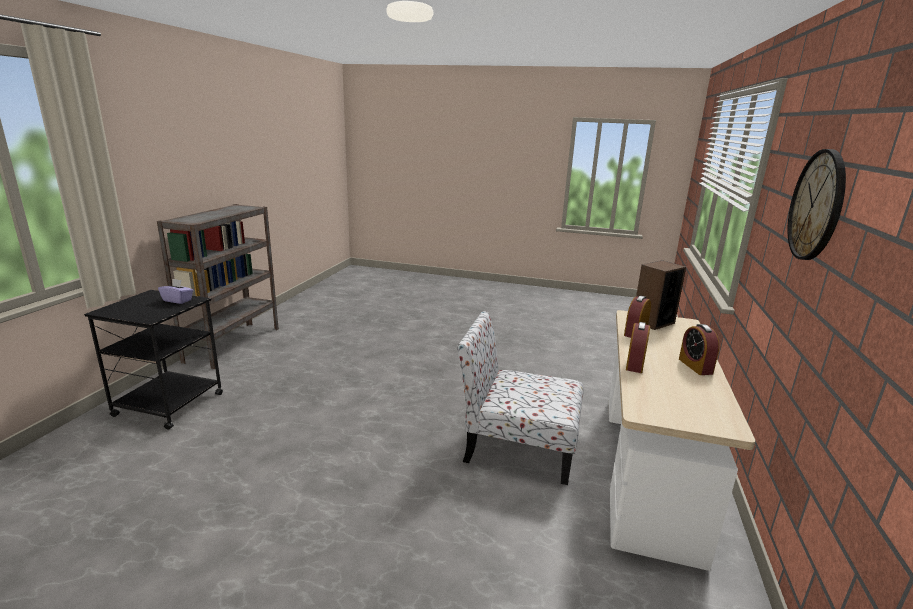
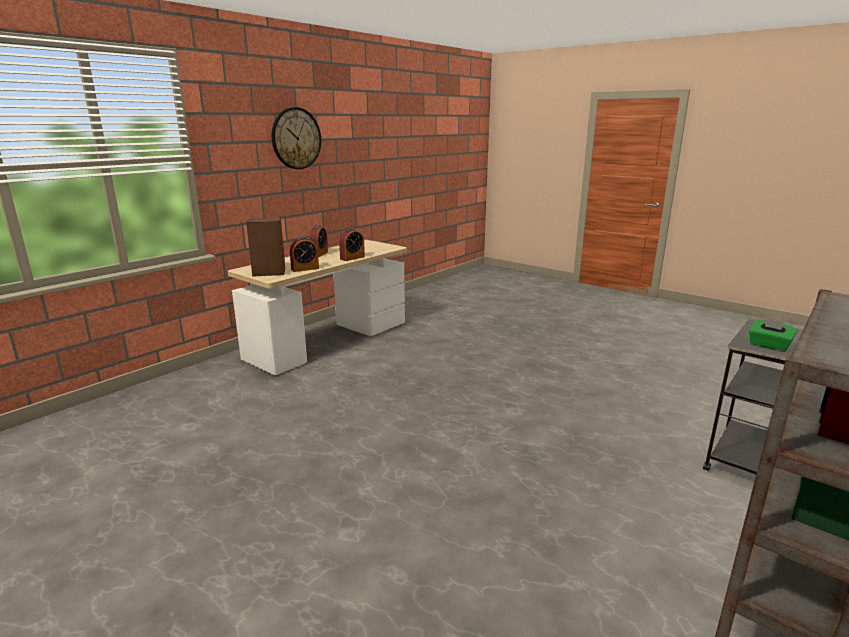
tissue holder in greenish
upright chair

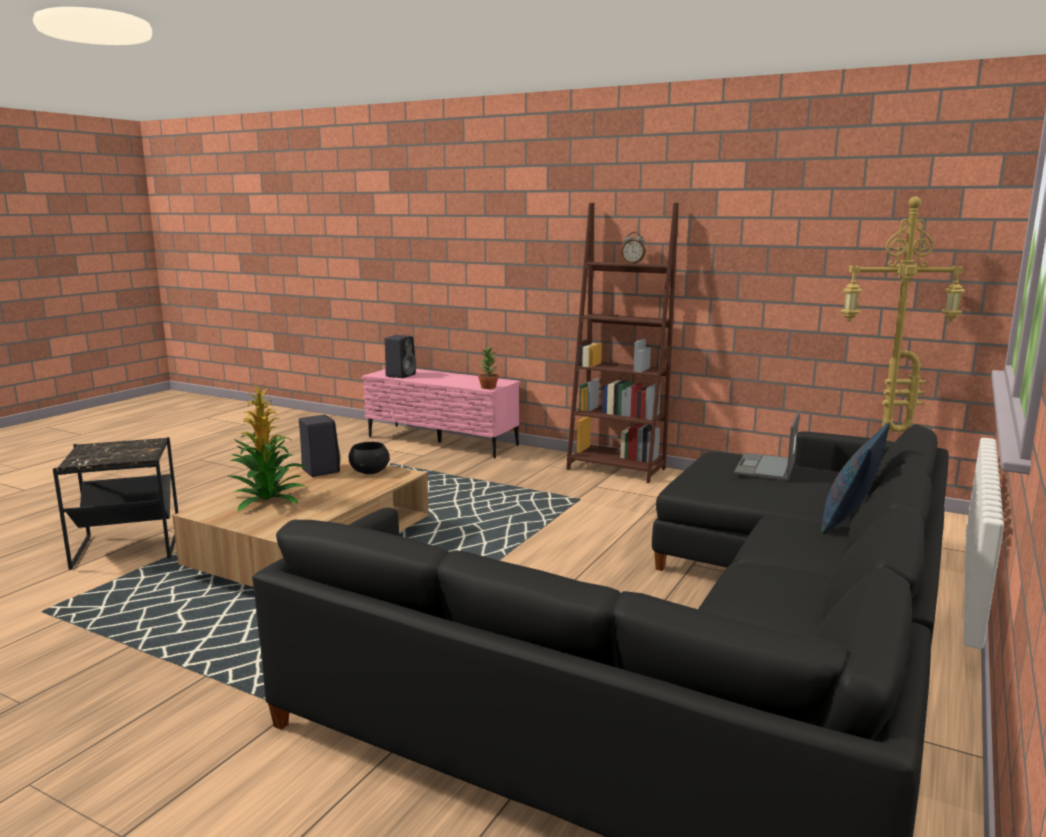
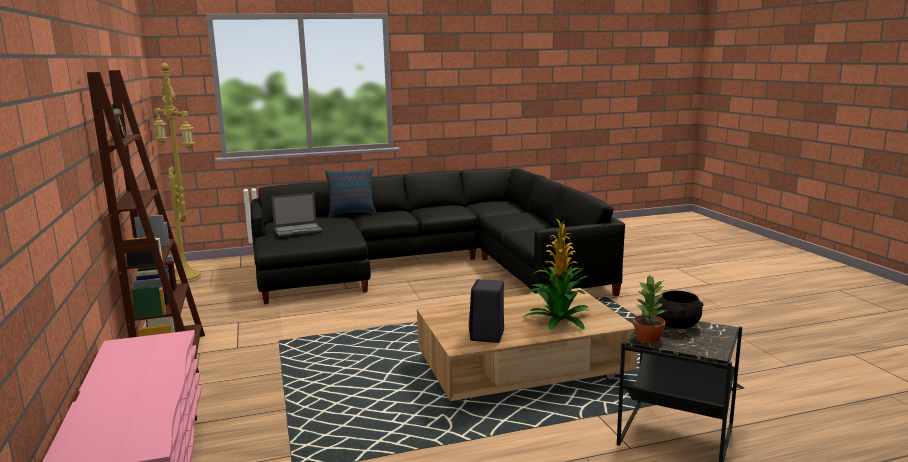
houseplant (2nd from left)
serving bowl in black
loudspeaker in black (2nd from left in the first image)

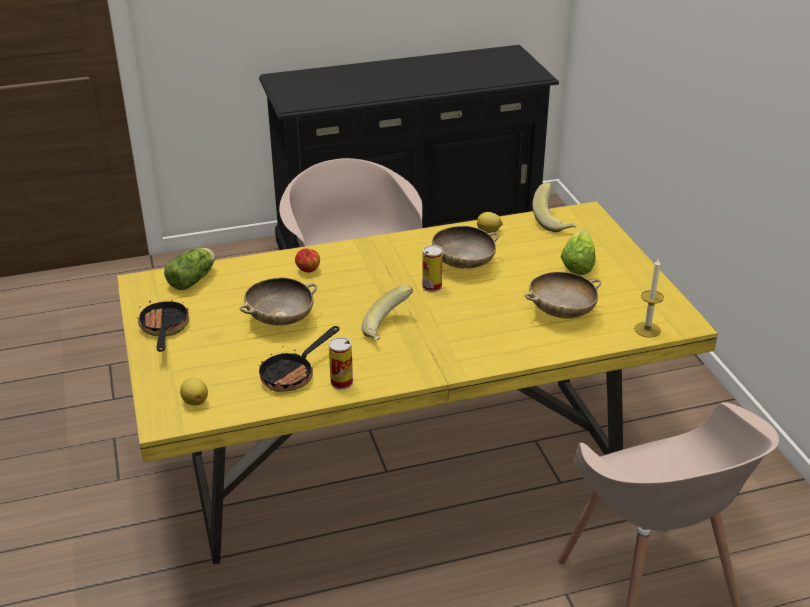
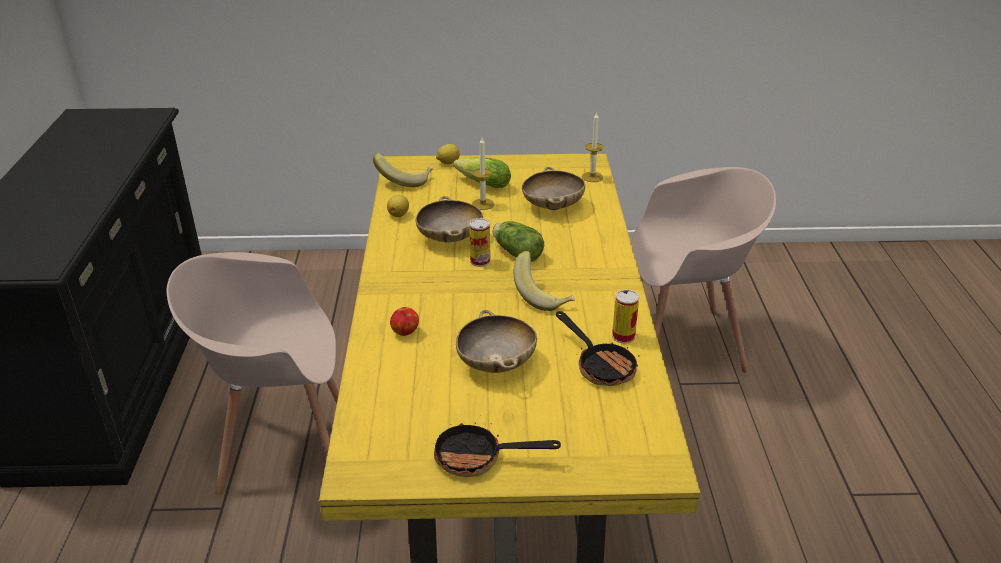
citrus fruit (2nd from left)
wax light (1st from left)
lettuce head (2nd from left)

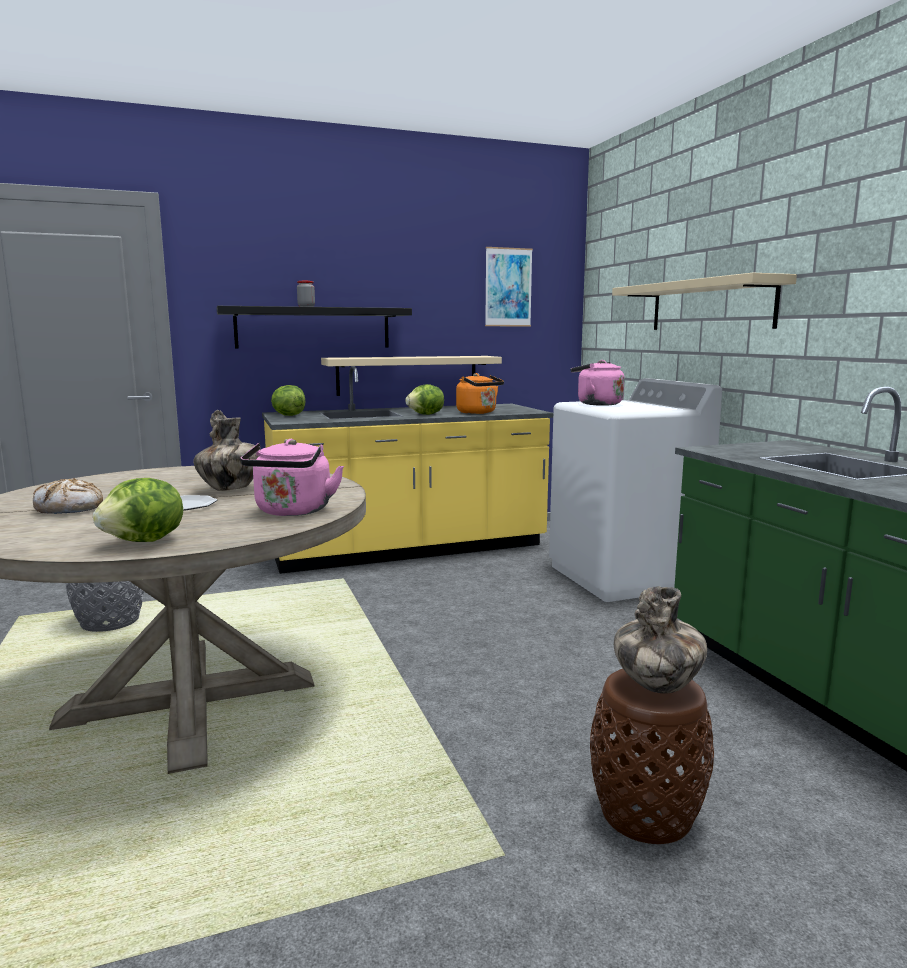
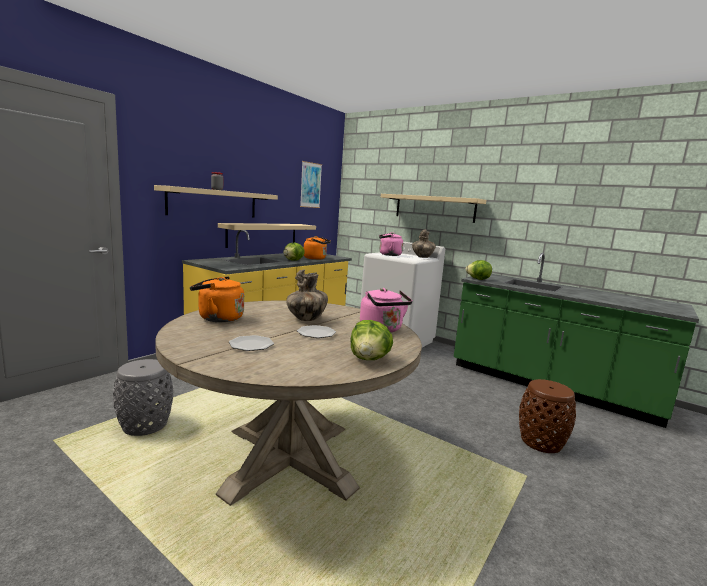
shelf in sand-coloured (1st from left)
water kettle in orange (1st from left)
dinner plate (1st from left)
decorative vase (2nd from left)
lettuce head (3rd from left)

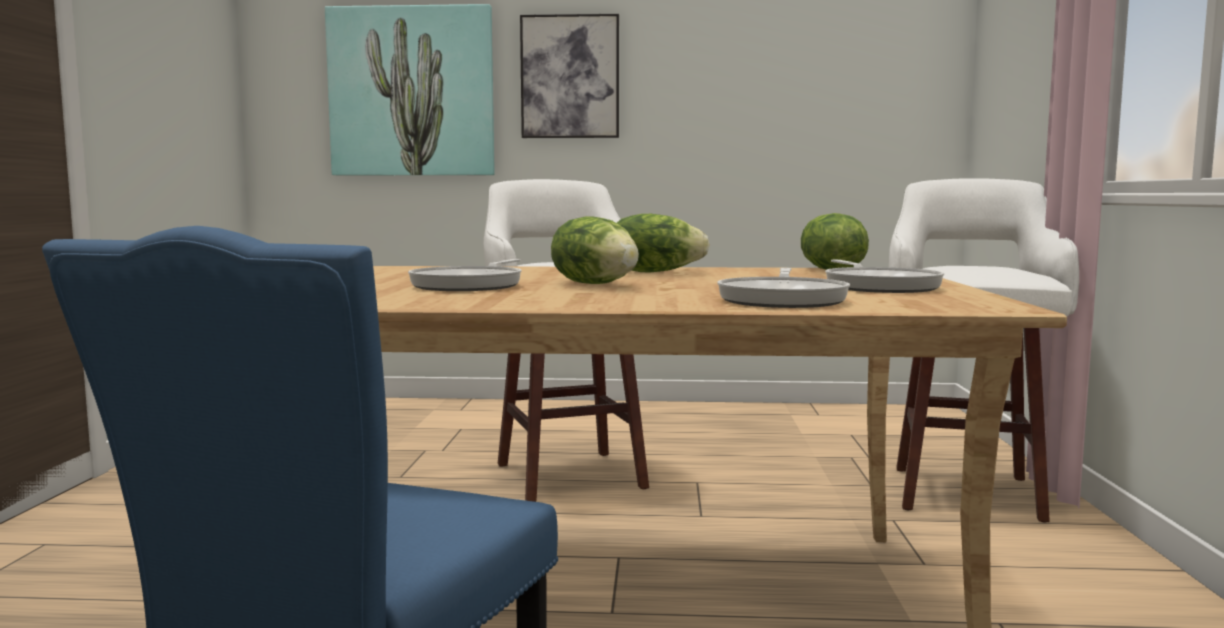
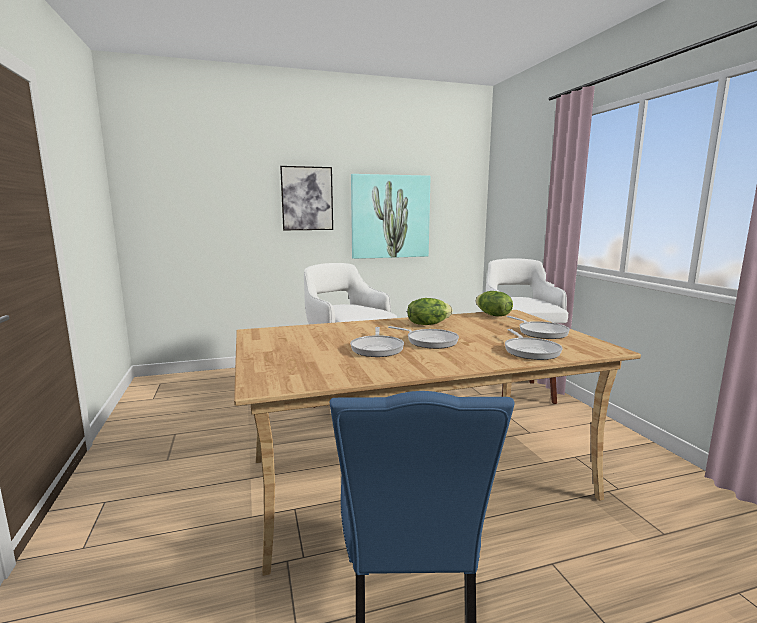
wall art (2nd from left)
frying pan (2nd from left)

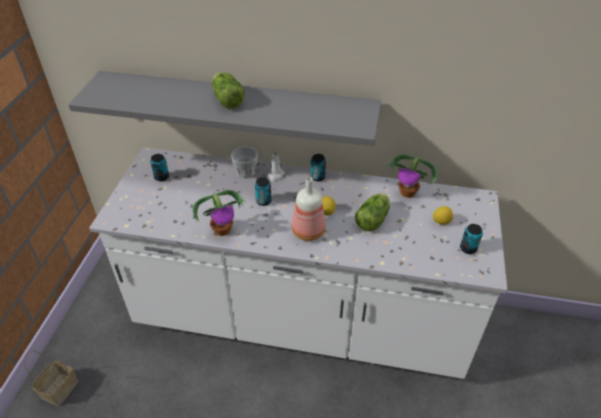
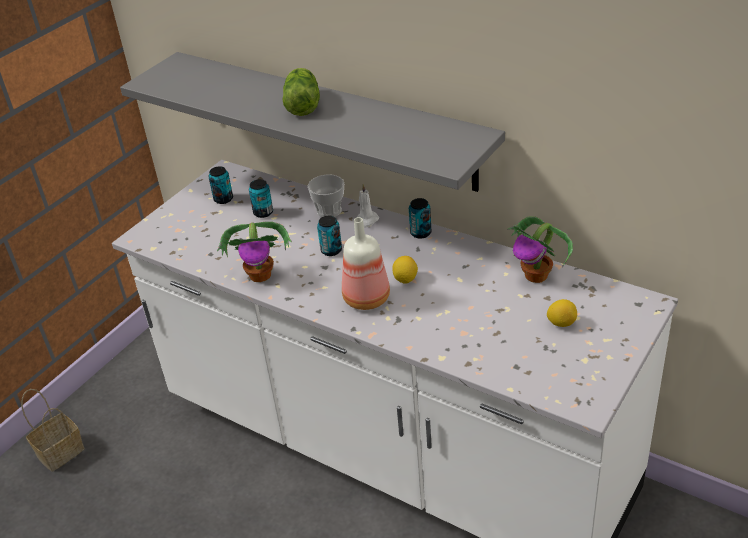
sealed can (2nd from left)
lettuce head (2nd from left in the first image)

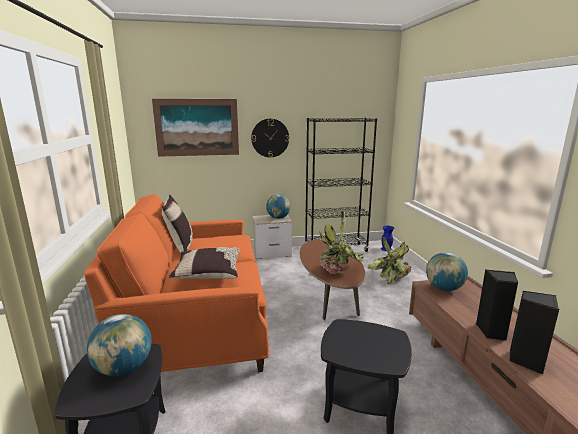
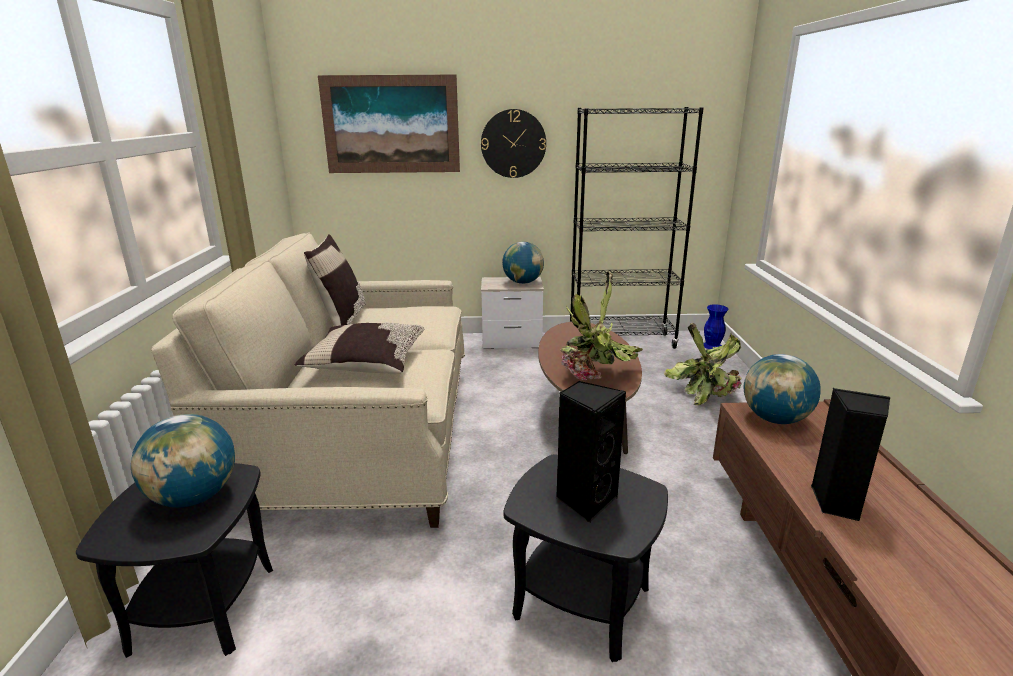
settee in sand-coloured
loudspeaker in black (1st from left)

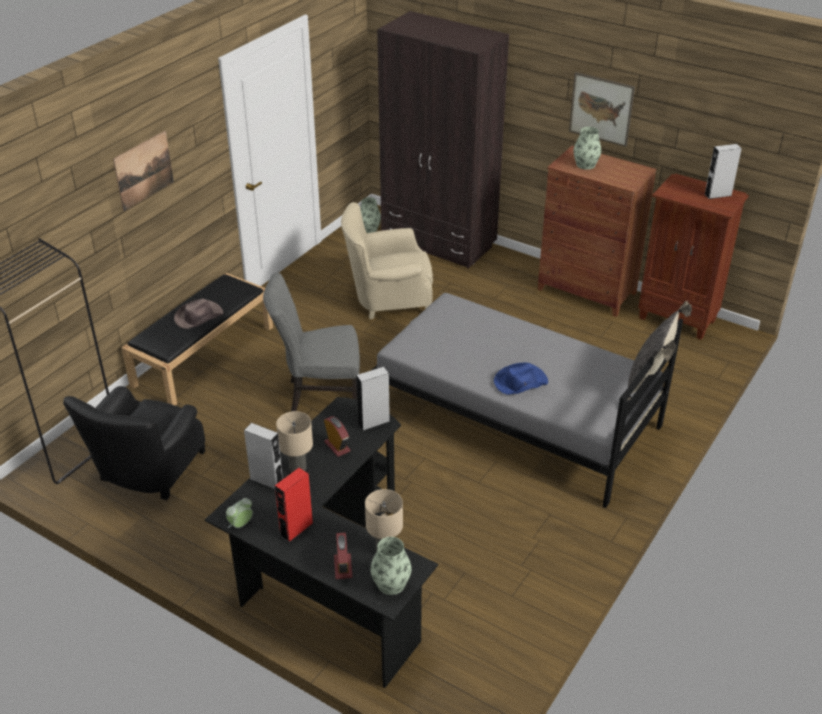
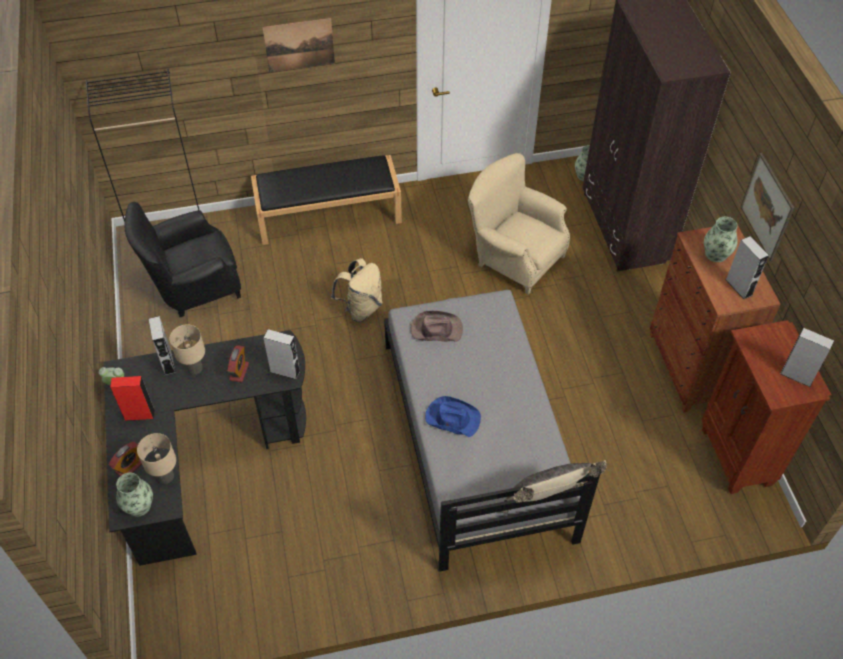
backpack in sand-coloured
wearable hat in brown
loudspeaker in gray (3rd from left)

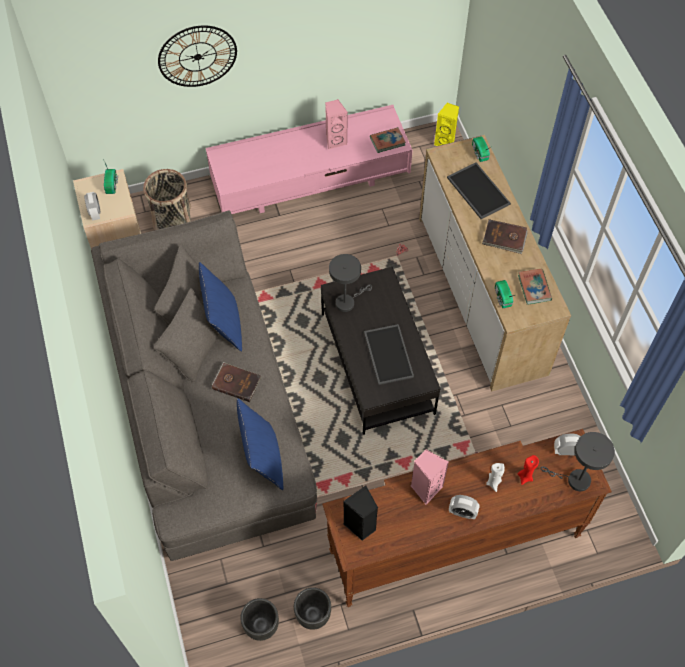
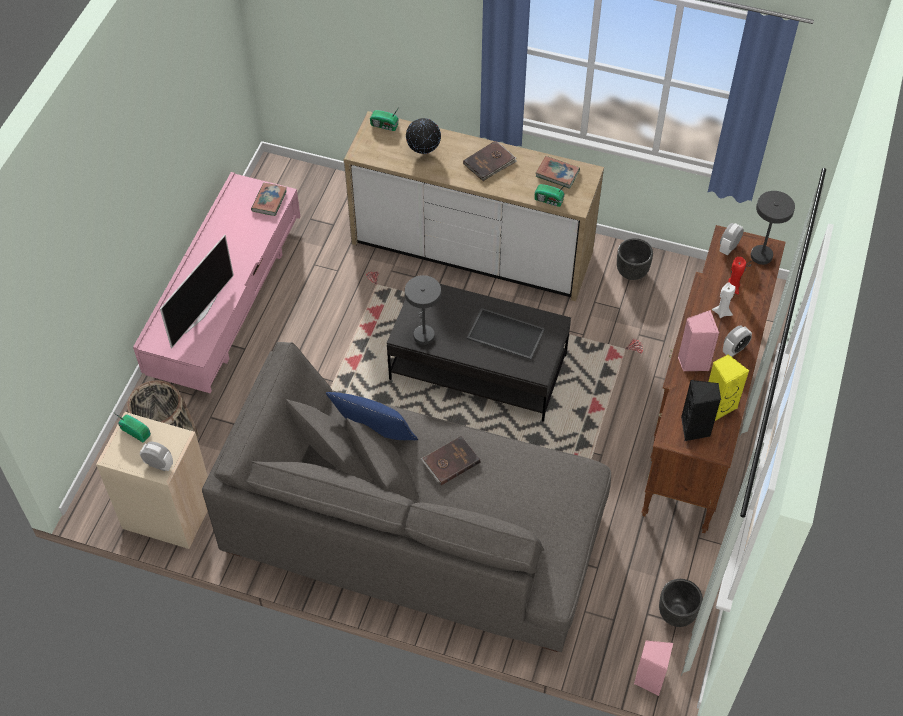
TV set
world globe
planter in black (1st from left)
loudspeaker in pink-coloured (1st from left)
loudspeaker in yellow-coloured
clock on the wall
pillow in blue-coloured (2nd from left in the first image)

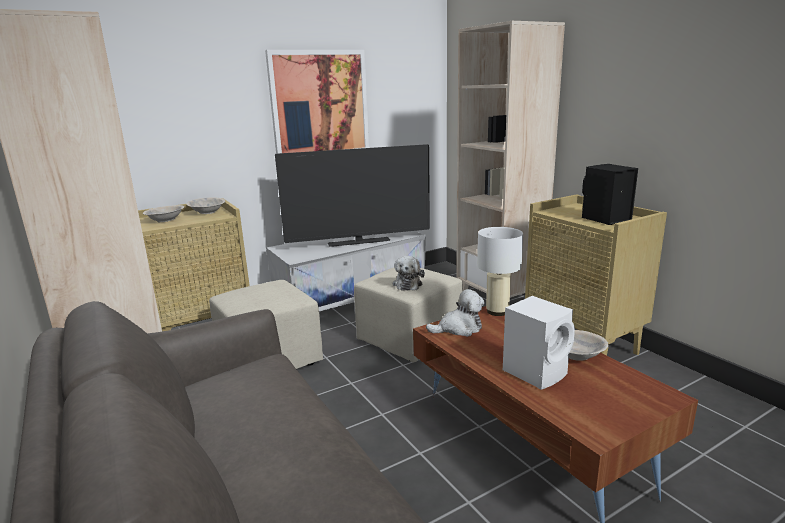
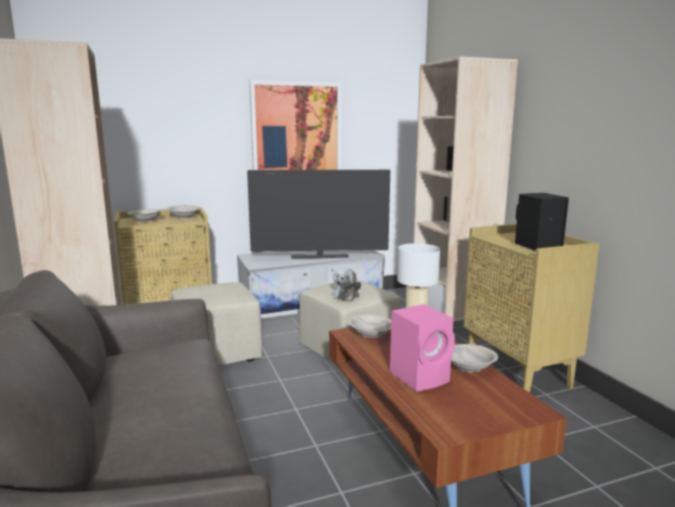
serving bowl in sand-coloured (3rd from left)
loudspeaker in pink-coloured

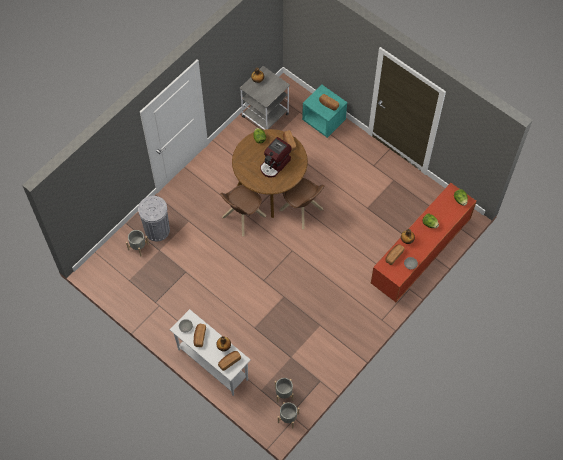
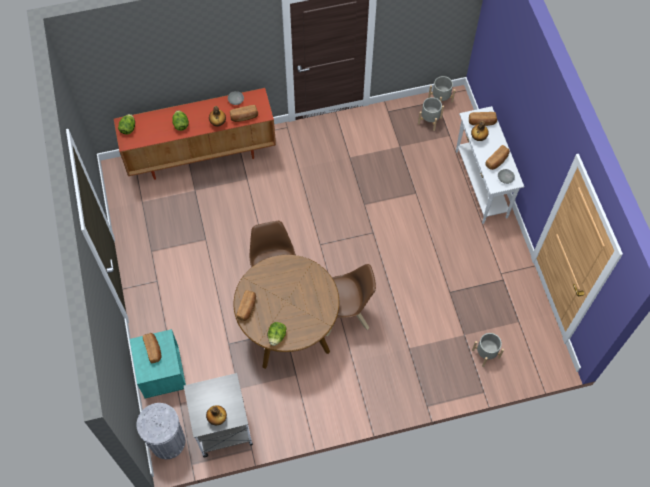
rubbish bin in gray
coffee machine

